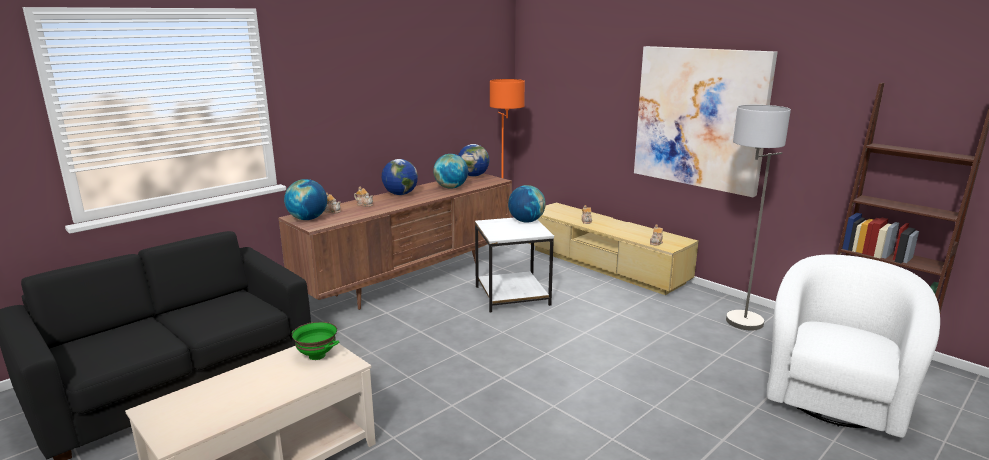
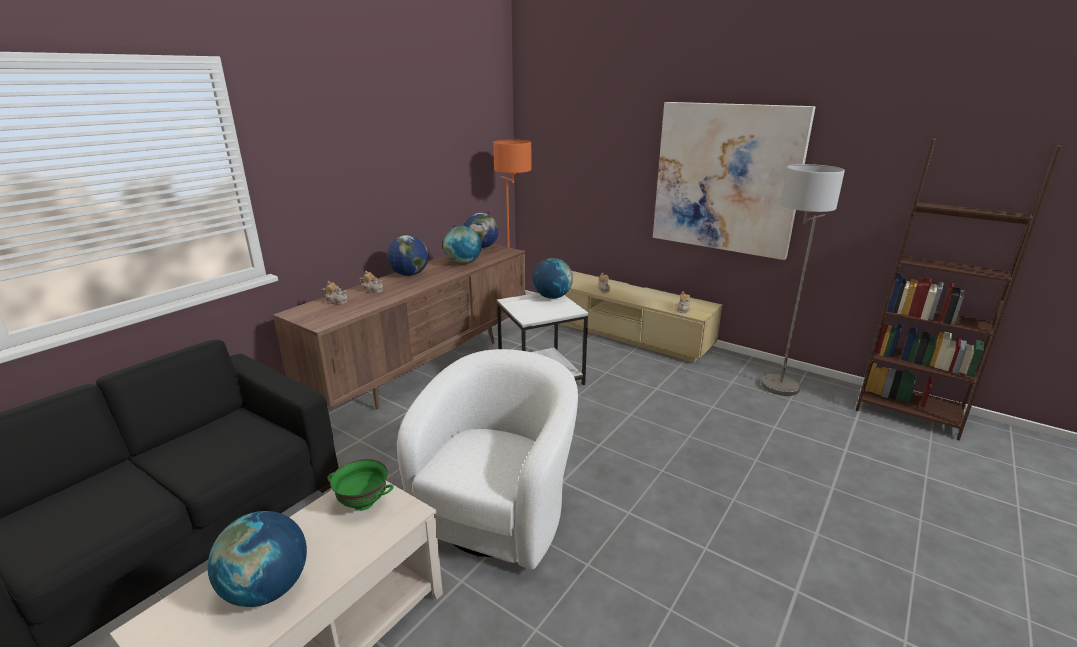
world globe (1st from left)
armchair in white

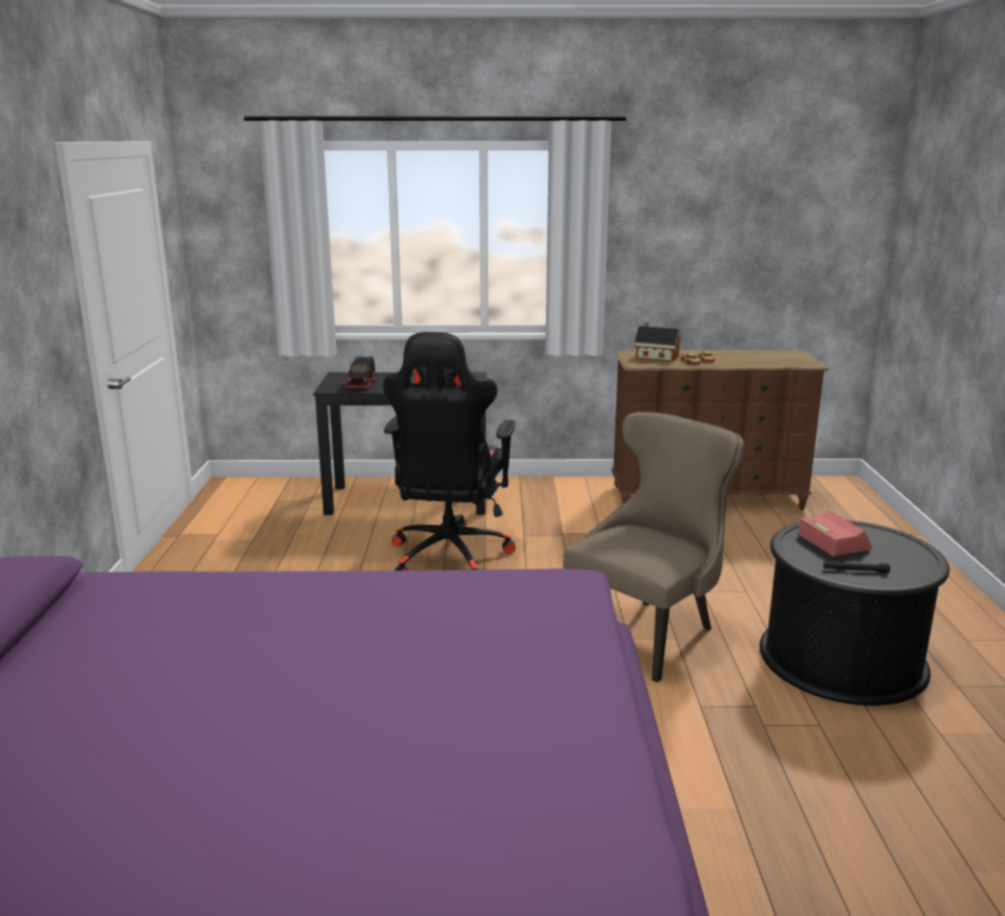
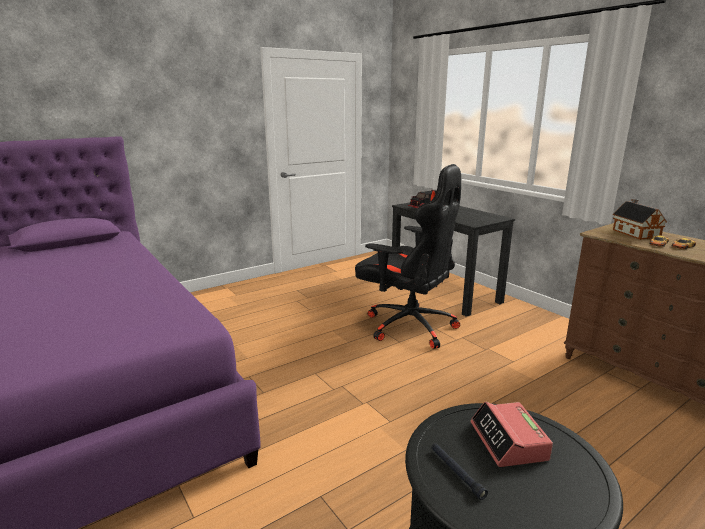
office chair in black
table clock
upright chair in sand-coloured

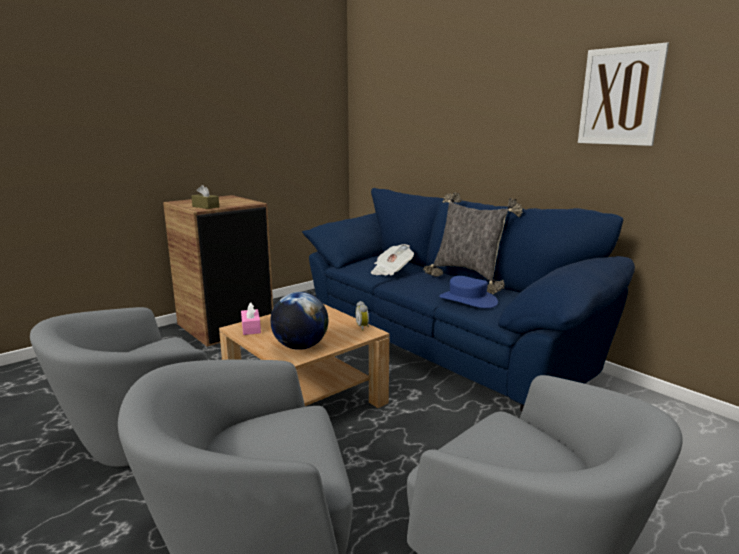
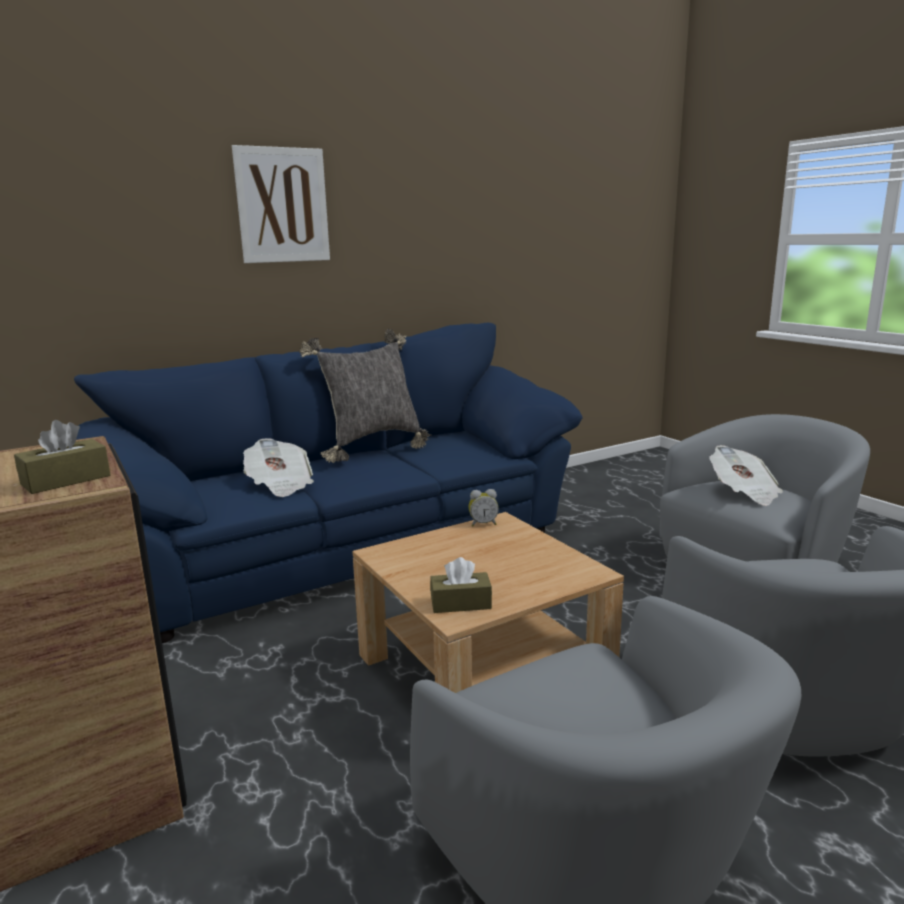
wall art
tissue holder in brown (2nd from left)
printed paper (2nd from left)
world globe
wearable hat in blue-coloured

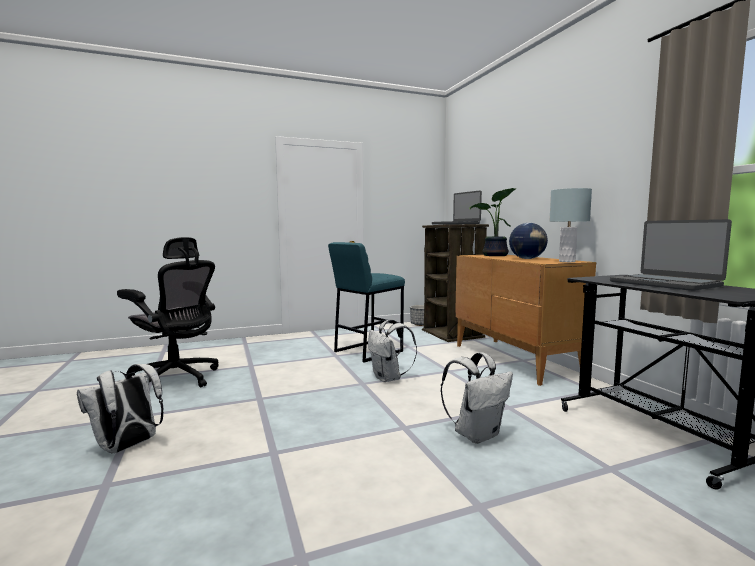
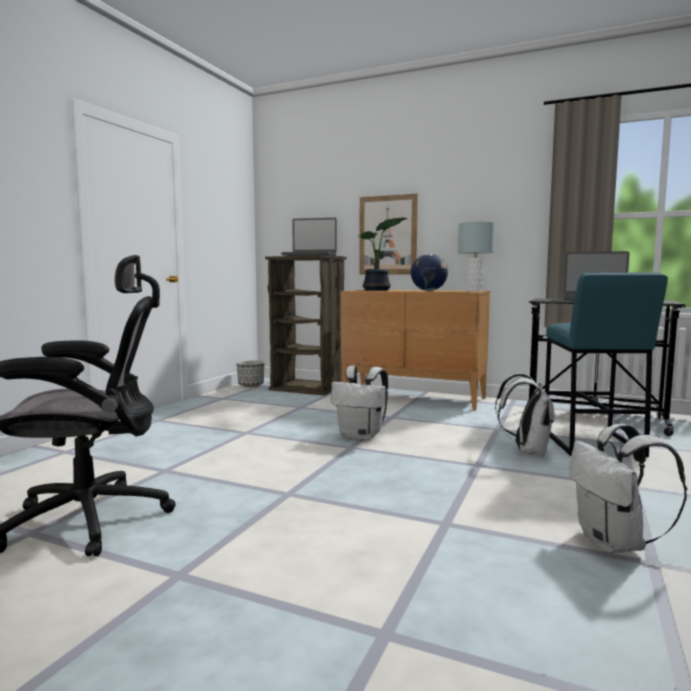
wall art
stool in turquoise-coloured
backpack in white (3rd from left)

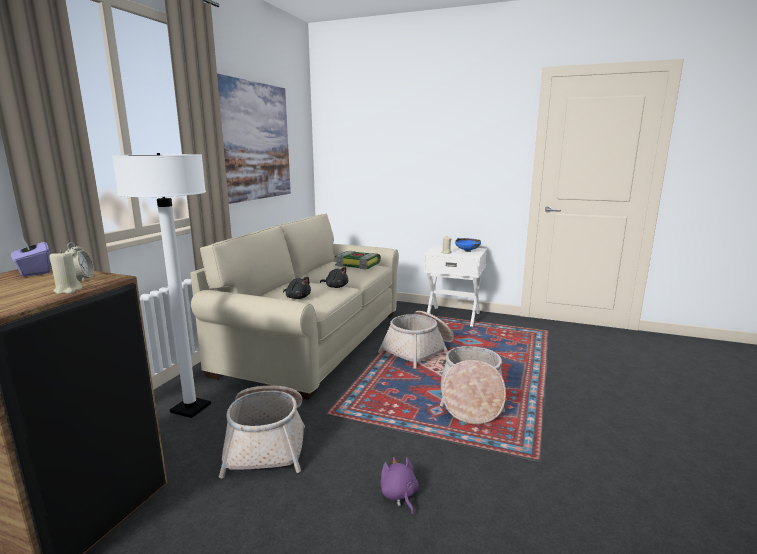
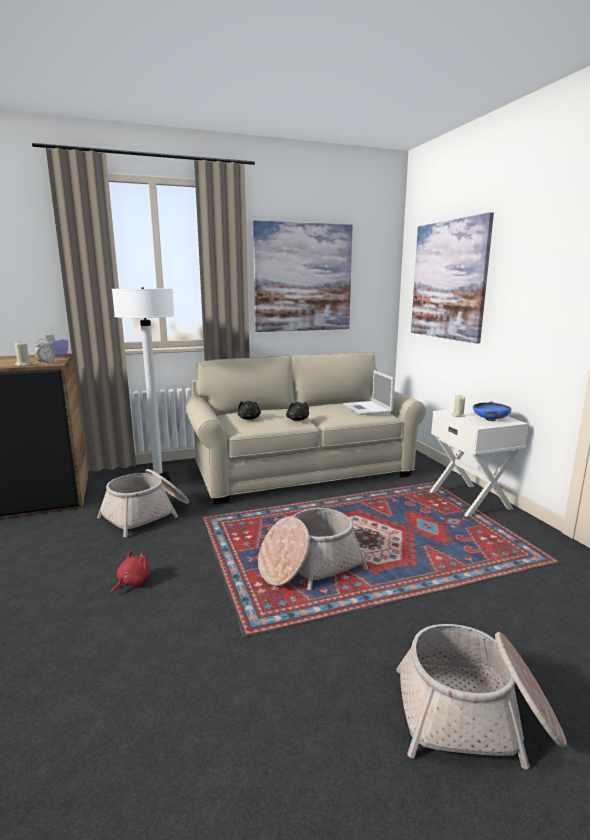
cuddly toy in red-coloured
laptop
basket (3rd from left)
wall art (2nd from left)

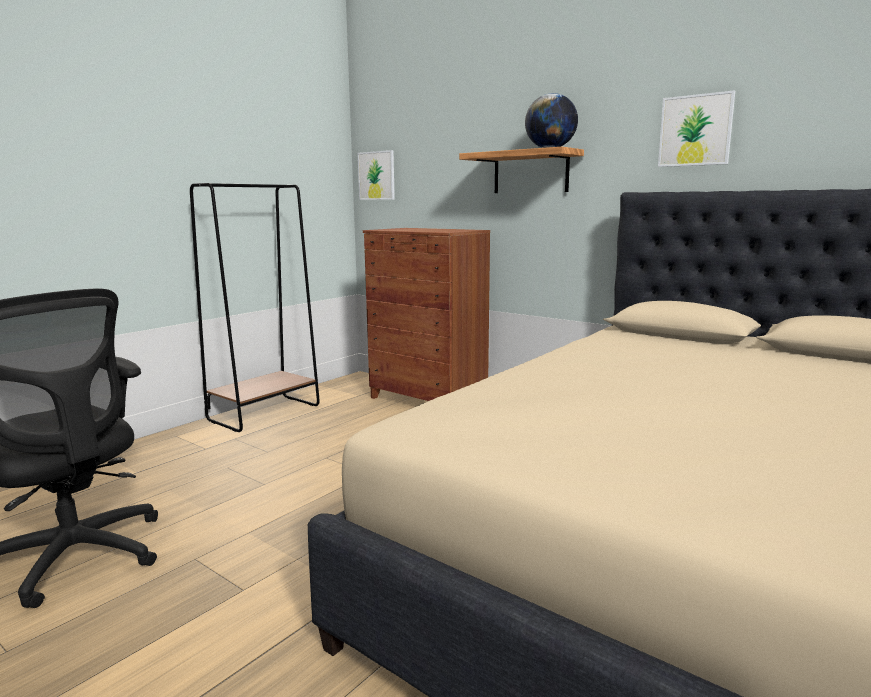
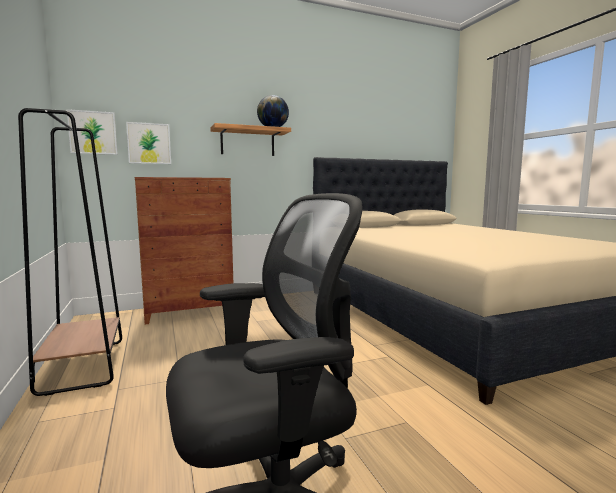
wall art (2nd from left)

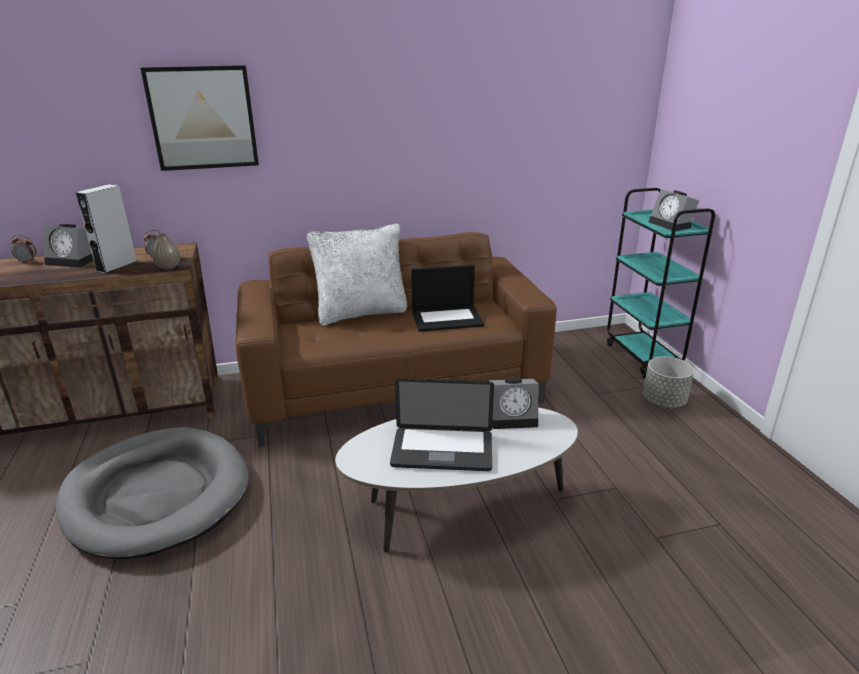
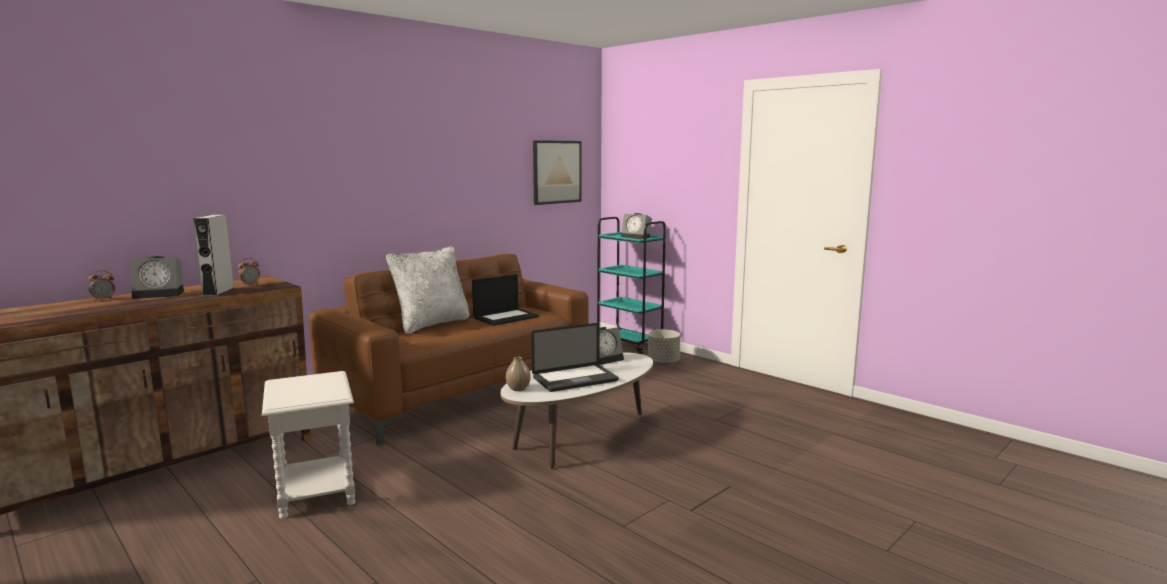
accent table in white
decorative vase
wall art

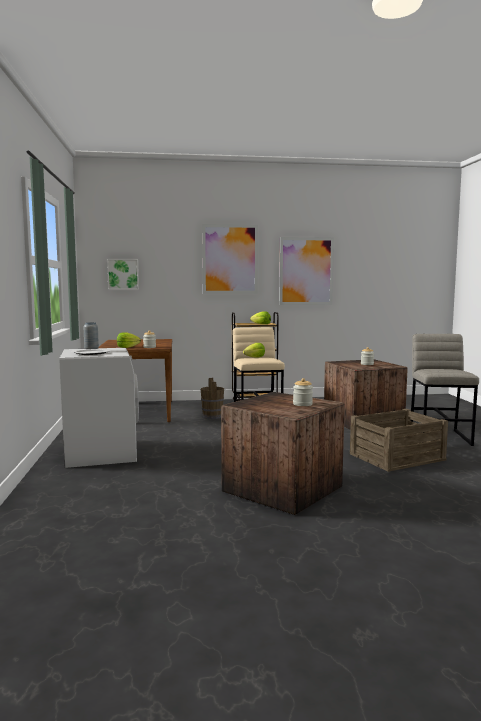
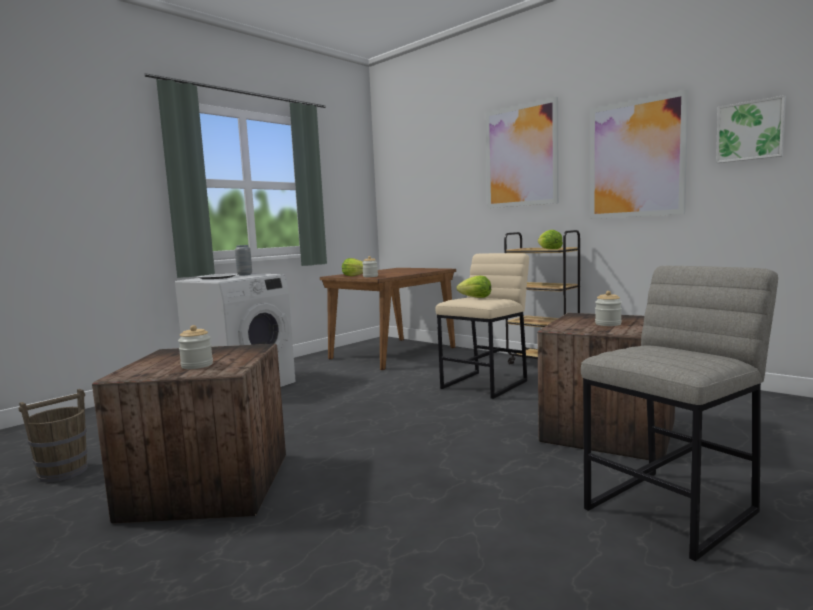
bucket in brown
wall art (3rd from left)
crate (3rd from left in the first image)

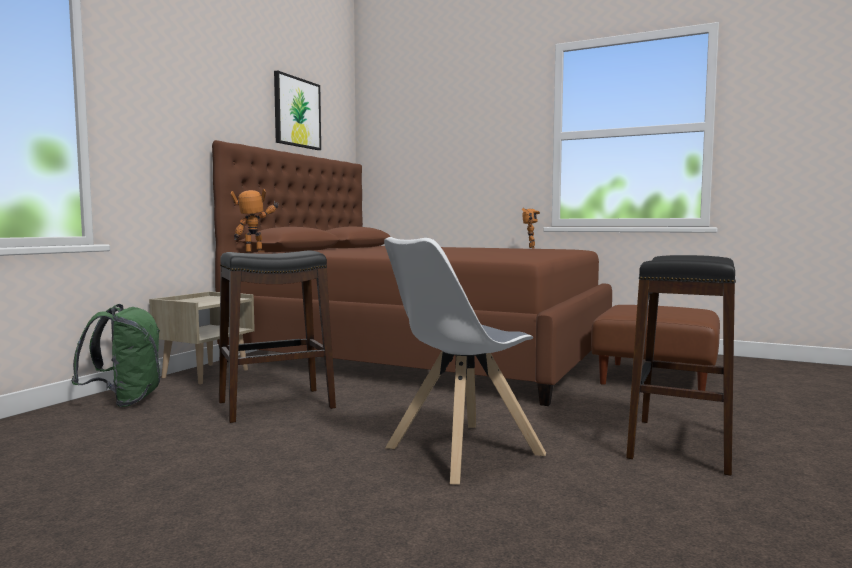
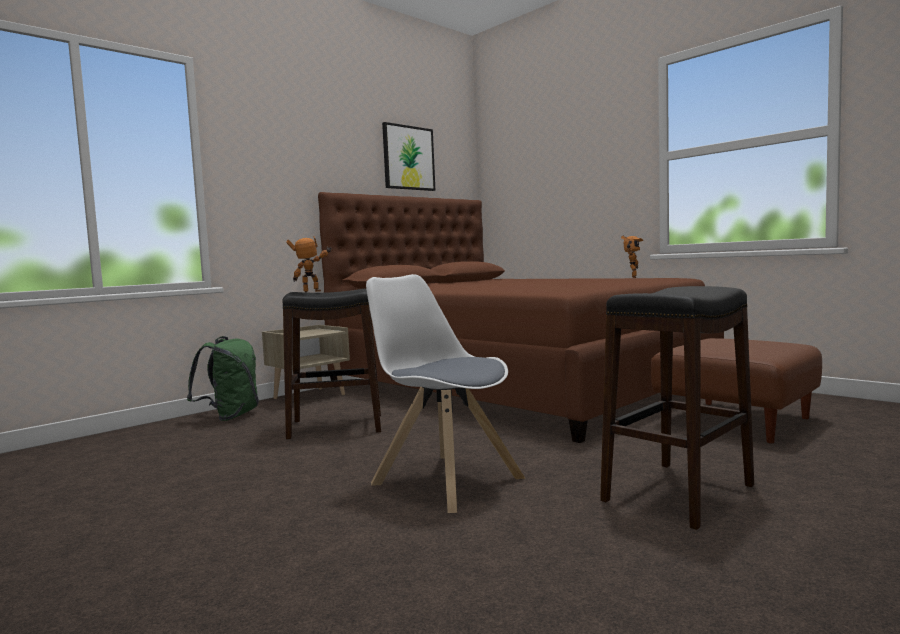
upright chair

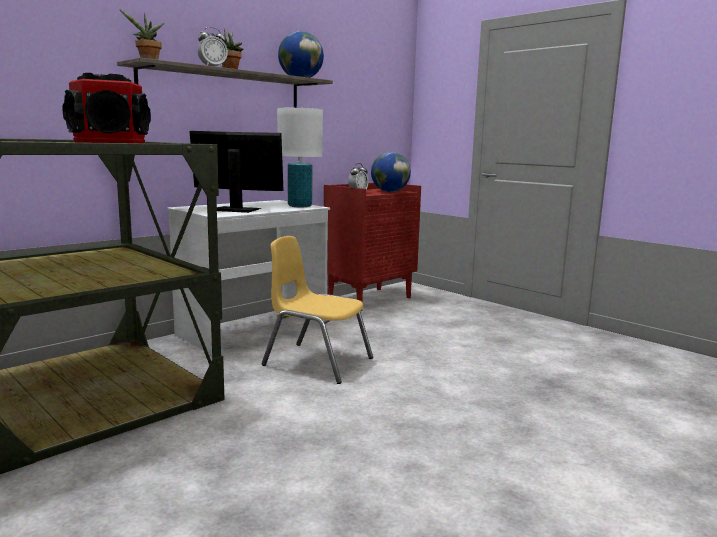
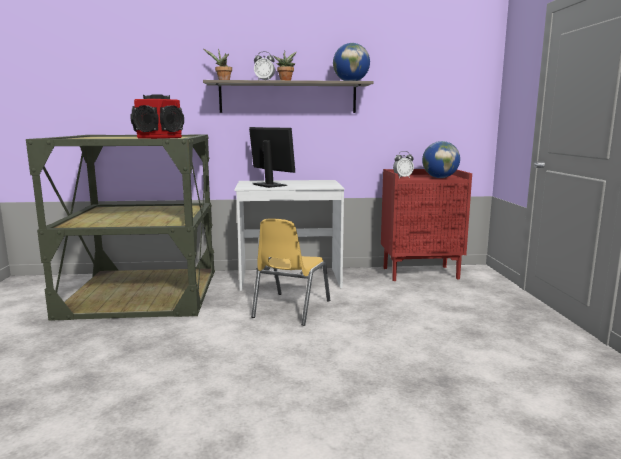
upright chair in yellow-coloured
table lamp in white

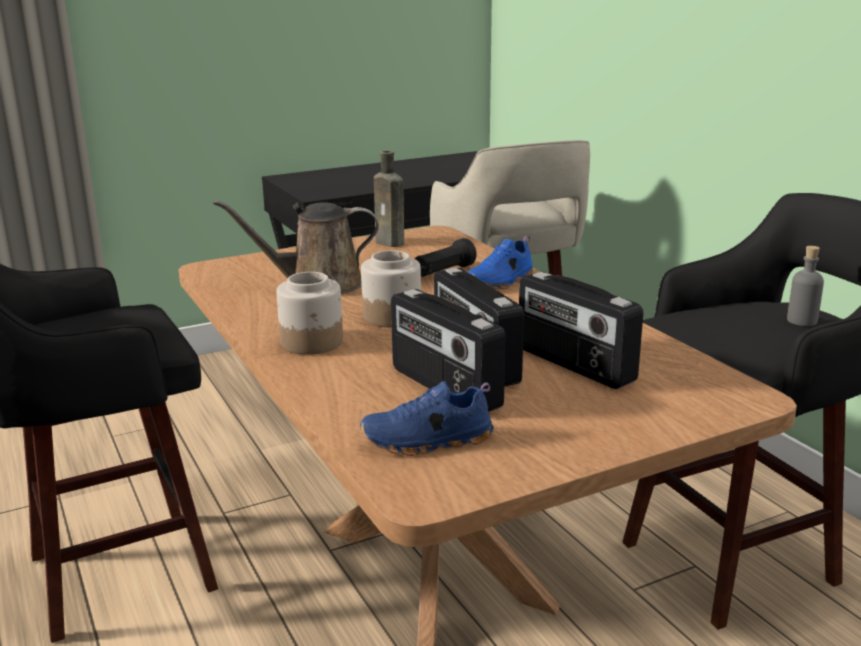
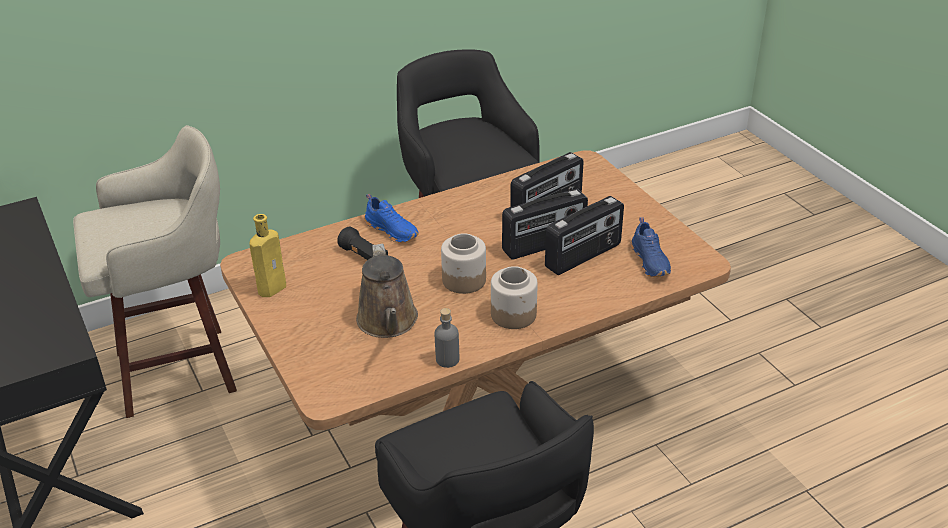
beverage bottle in yellow-coloured
beverage bottle in gray

